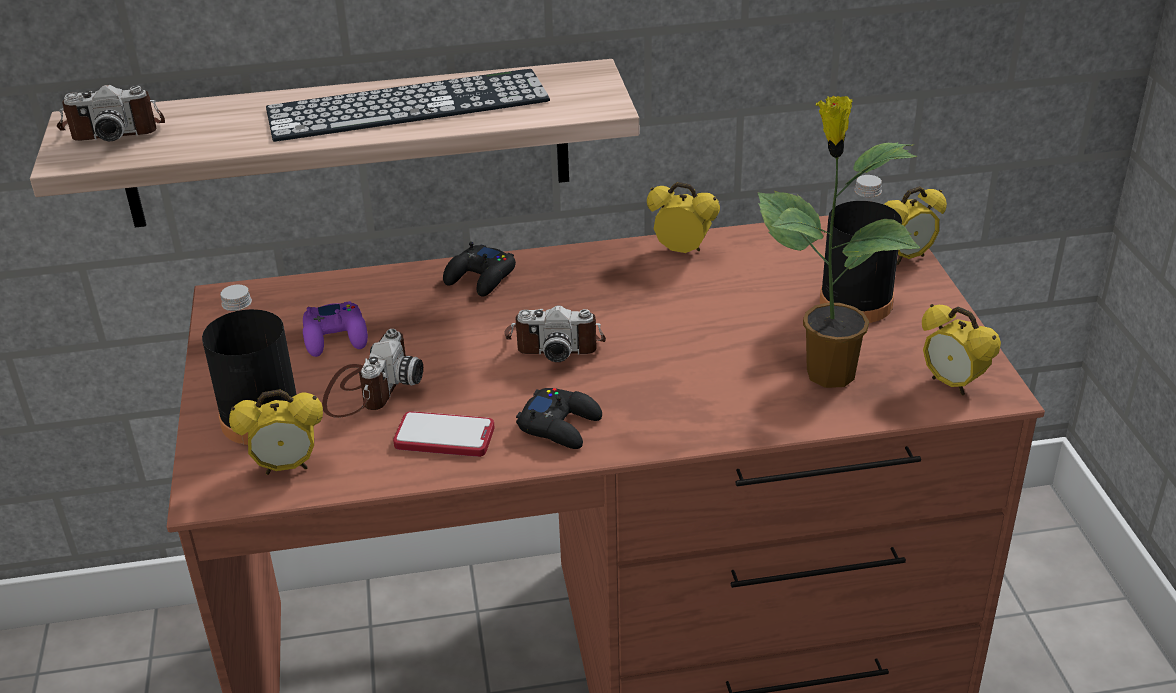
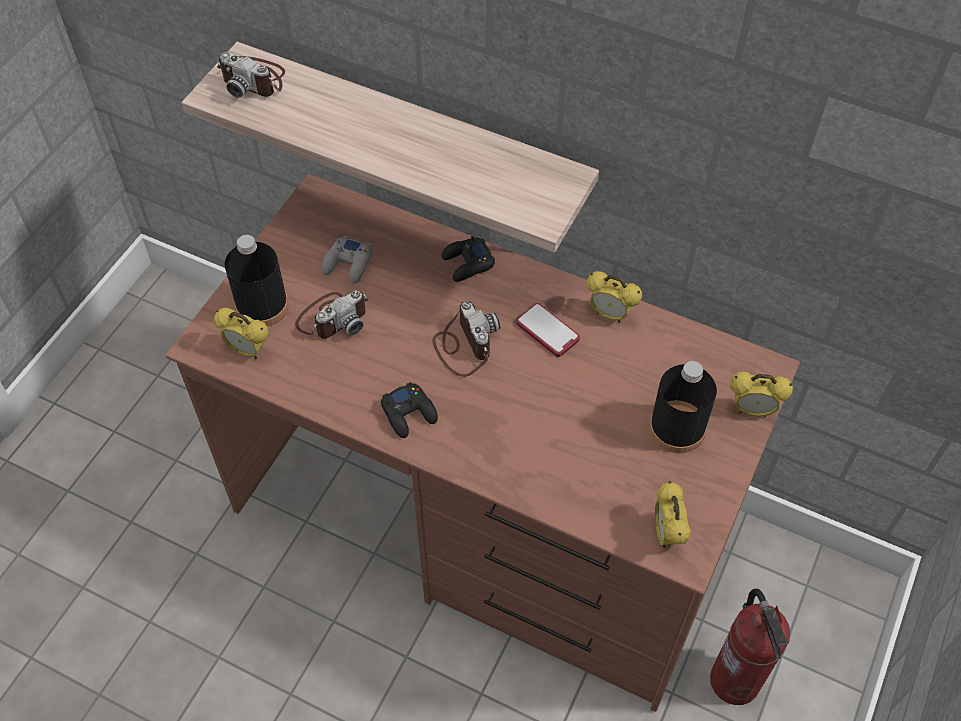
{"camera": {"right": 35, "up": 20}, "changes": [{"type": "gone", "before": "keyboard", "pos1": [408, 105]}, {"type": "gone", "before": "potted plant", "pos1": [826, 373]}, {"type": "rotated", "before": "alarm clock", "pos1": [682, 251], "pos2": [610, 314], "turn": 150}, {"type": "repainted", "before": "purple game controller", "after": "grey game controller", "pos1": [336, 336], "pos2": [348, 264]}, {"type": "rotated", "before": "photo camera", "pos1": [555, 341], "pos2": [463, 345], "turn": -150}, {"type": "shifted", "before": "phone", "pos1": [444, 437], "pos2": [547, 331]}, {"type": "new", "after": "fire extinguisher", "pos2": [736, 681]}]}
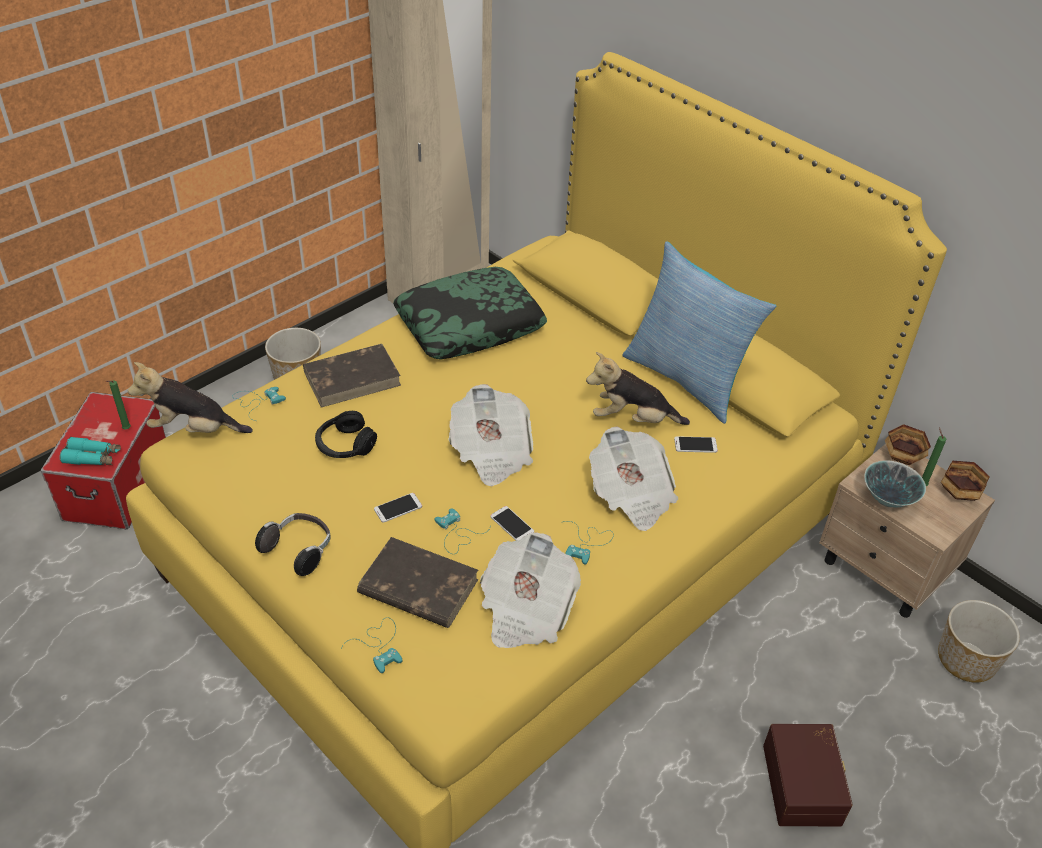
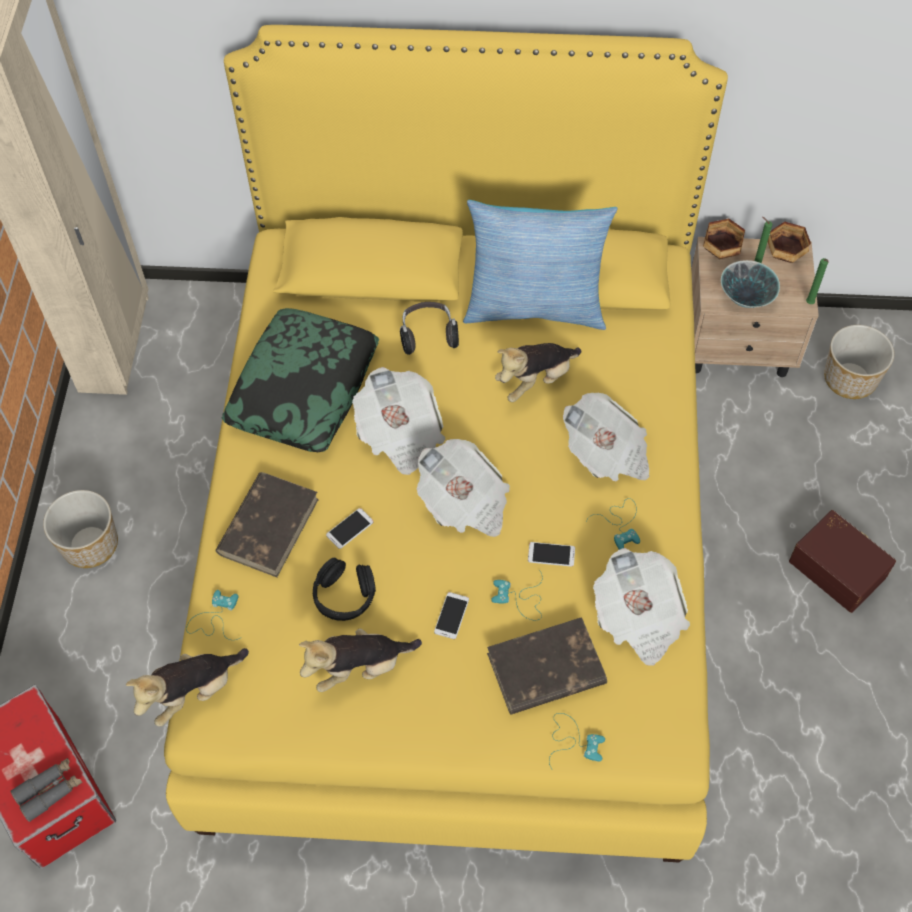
{"camera": {"right": -40, "up": 15}, "changes": [{"type": "shifted", "before": "green candle", "pos1": [125, 429], "pos2": [810, 304]}, {"type": "shifted", "before": "phone", "pos1": [695, 445], "pos2": [349, 528]}, {"type": "repainted", "before": "turquoise binoculars", "after": "grey binoculars", "pos1": [92, 457], "pos2": [49, 791]}, {"type": "shifted", "before": "headphones", "pos1": [299, 550], "pos2": [428, 335]}, {"type": "new", "after": "newspaper", "pos2": [400, 434]}, {"type": "new", "after": "plush toy", "pos2": [359, 668]}]}
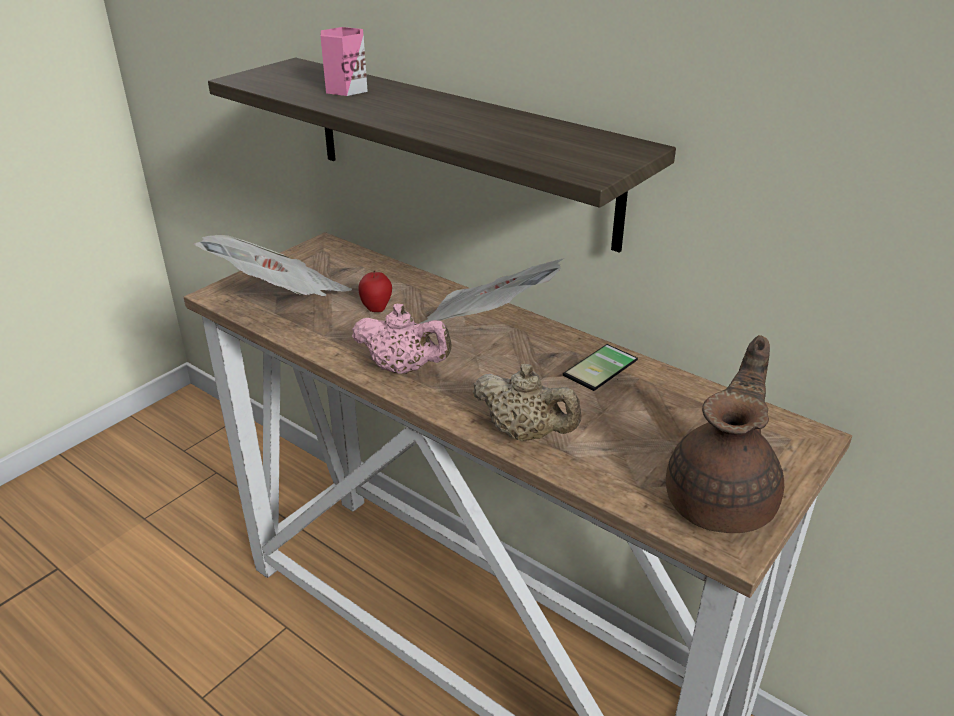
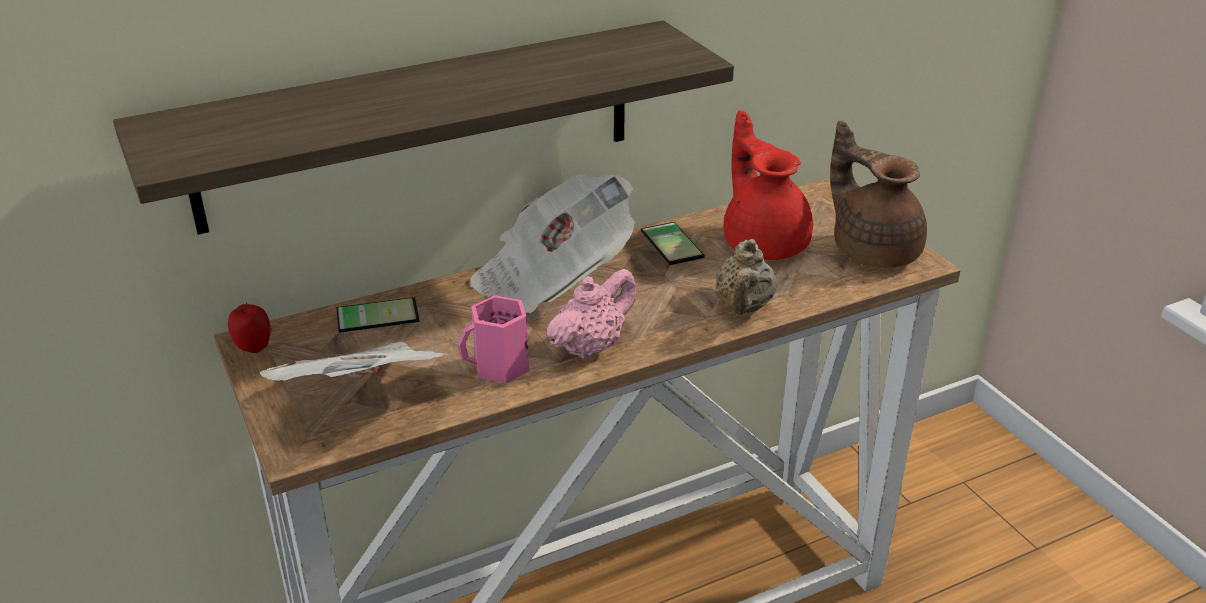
{"camera": {"right": -65, "up": 0}, "changes": [{"type": "shifted", "before": "pink mug", "pos1": [344, 88], "pos2": [499, 367]}, {"type": "shifted", "before": "apple", "pos1": [376, 308], "pos2": [253, 348]}, {"type": "rotated", "before": "beige teapot", "pos1": [525, 434], "pos2": [743, 307], "turn": 135}, {"type": "new", "after": "red teapot", "pos2": [764, 242]}, {"type": "new", "after": "phone", "pos2": [377, 313]}]}
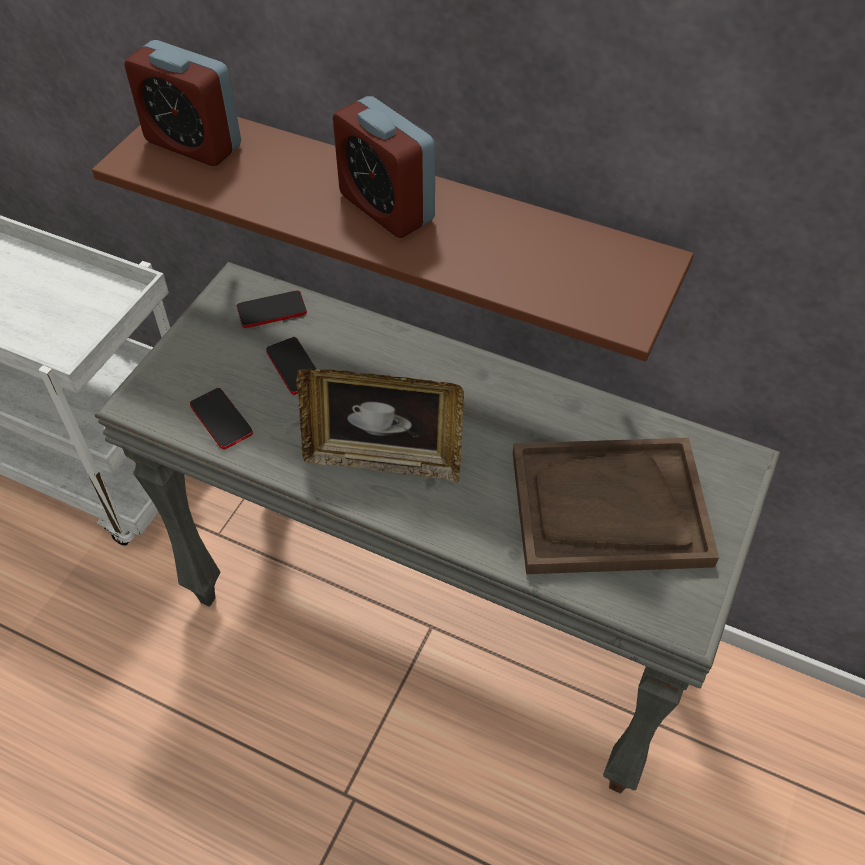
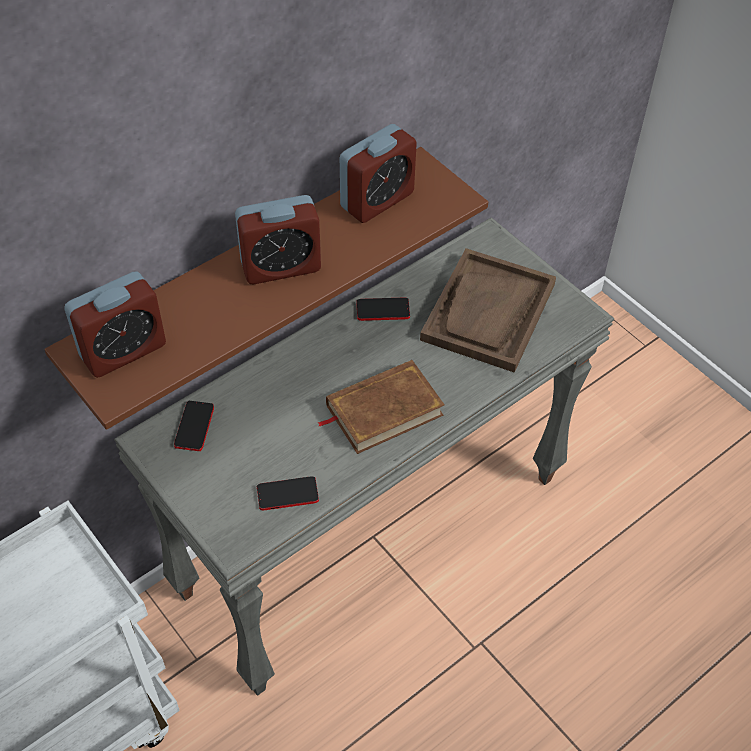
{"camera": {"right": -65, "up": 0}, "changes": [{"type": "shifted", "before": "phone", "pos1": [294, 367], "pos2": [383, 310]}, {"type": "swapped", "before": "picture frame", "after": "brown book", "pos1": [383, 459], "pos2": [383, 410]}, {"type": "new", "after": "alarm clock", "pos2": [377, 200]}]}
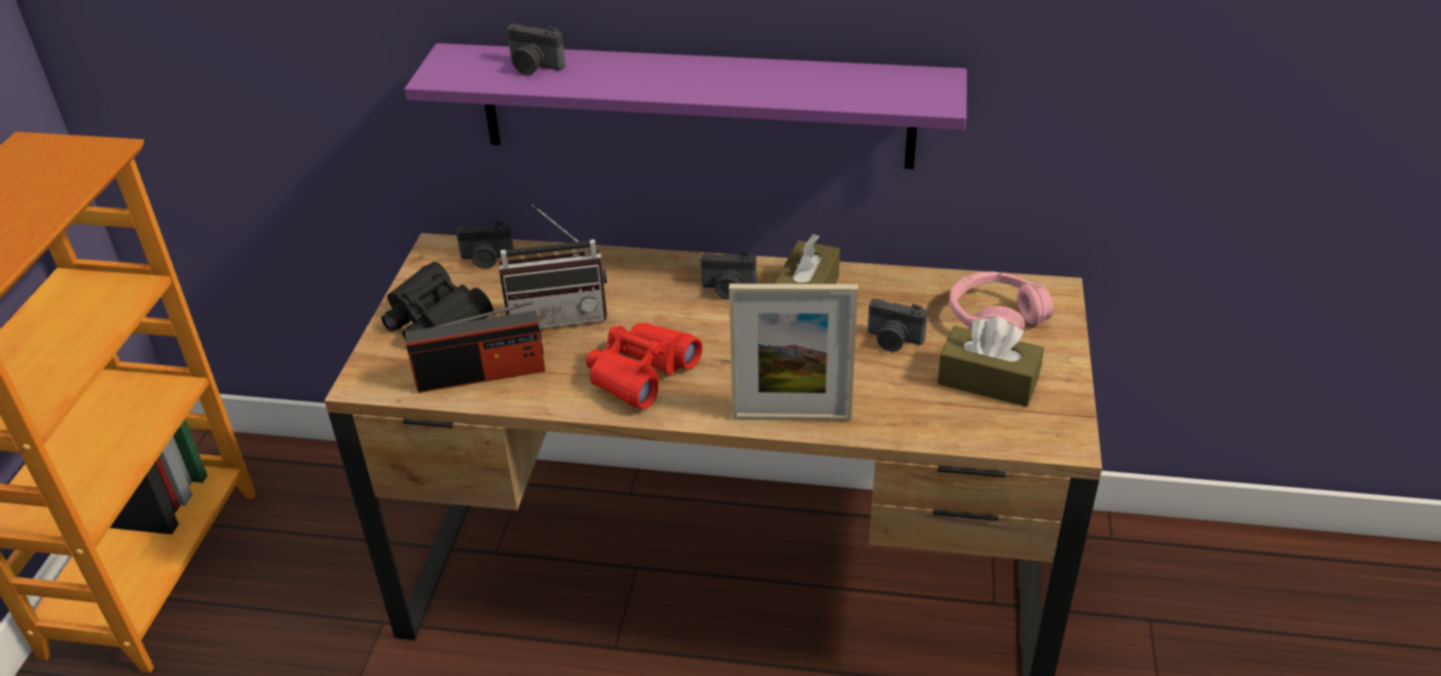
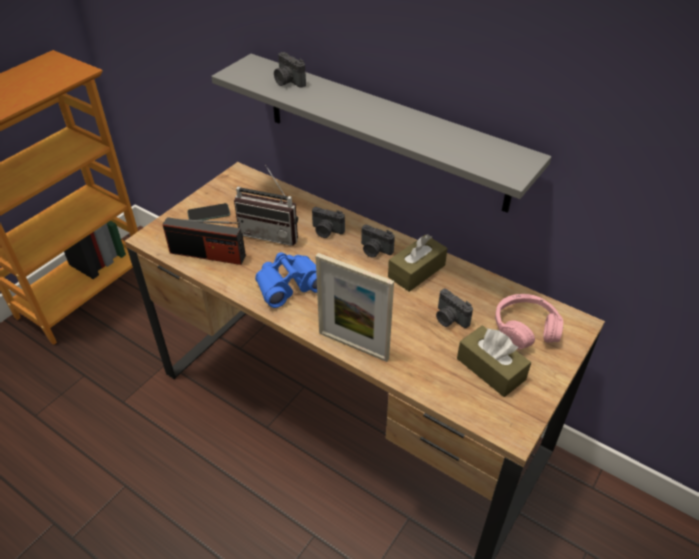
{"camera": {"right": 25, "up": 5}, "changes": [{"type": "repainted", "before": "purple shelf", "after": "grey shelf", "pos1": [696, 106], "pos2": [383, 131]}, {"type": "shifted", "before": "photo camera", "pos1": [486, 259], "pos2": [326, 231]}, {"type": "swapped", "before": "black binoculars", "after": "phone", "pos1": [435, 318], "pos2": [209, 213]}, {"type": "repainted", "before": "red binoculars", "after": "blue binoculars", "pos1": [640, 373], "pos2": [289, 285]}]}
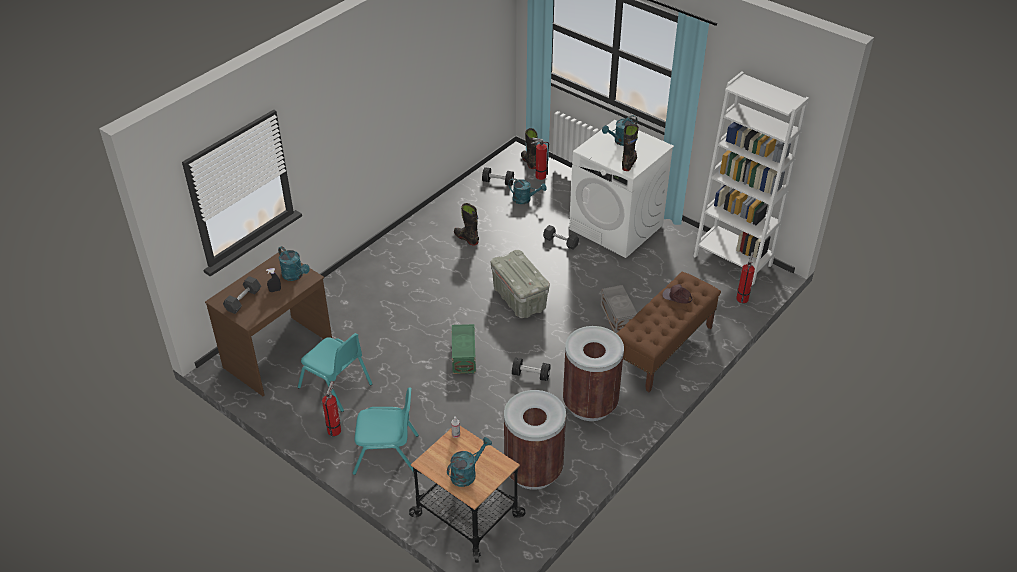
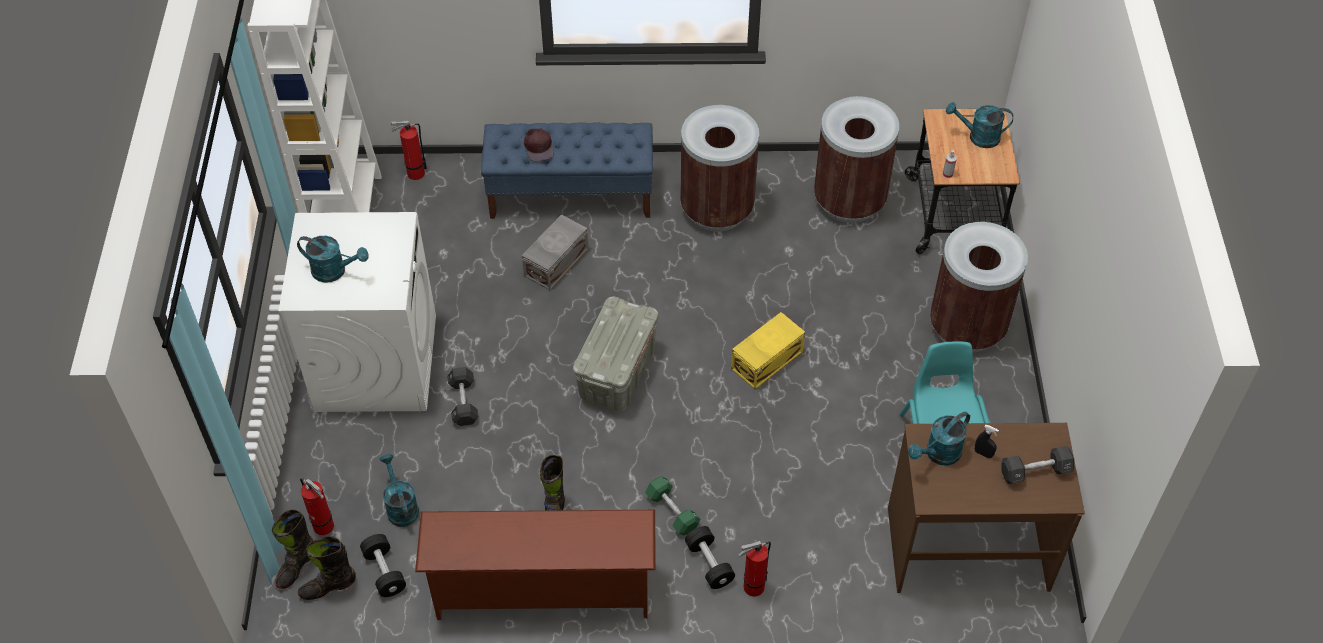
{"camera": {"right": -130, "up": 10}, "changes": [{"type": "shifted", "before": "black boot", "pos1": [629, 163], "pos2": [328, 587]}, {"type": "rotated", "before": "turquoise watering can", "pos1": [295, 276], "pos2": [938, 455], "turn": -135}, {"type": "repainted", "before": "brown bench", "after": "blue bench", "pos1": [663, 349], "pos2": [571, 196]}, {"type": "repainted", "before": "green storage box", "after": "yellow storage box", "pos1": [464, 356], "pos2": [765, 360]}, {"type": "shifted", "before": "black dumbbell", "pos1": [531, 375], "pos2": [709, 564]}, {"type": "shifted", "before": "fire extinguisher", "pos1": [335, 429], "pos2": [751, 588]}, {"type": "swapped", "before": "turquoise chair", "after": "brown trash can", "pos1": [386, 454], "pos2": [967, 327]}, {"type": "new", "after": "green dumbbell", "pos2": [672, 511]}, {"type": "new", "after": "brown shoe rack", "pos2": [542, 592]}]}
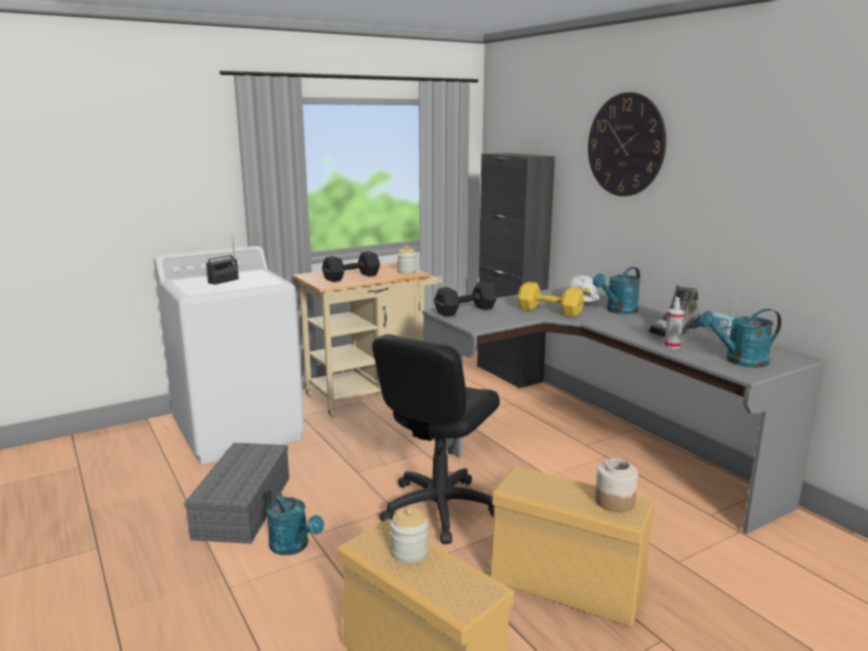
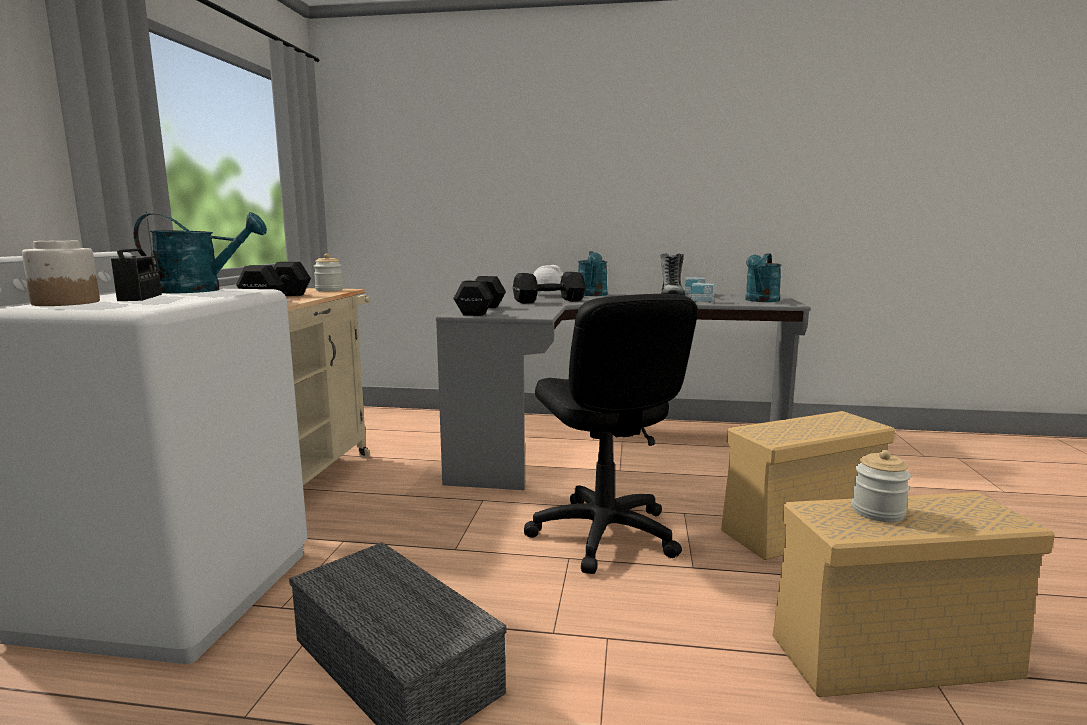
{"camera": {"right": -50, "up": -5}, "changes": [{"type": "gone", "before": "wall clock", "pos1": [625, 145]}, {"type": "gone", "before": "black cabinet", "pos1": [509, 374]}, {"type": "repainted", "before": "yellow dumbbell", "after": "black dumbbell", "pos1": [548, 311], "pos2": [547, 301]}, {"type": "swapped", "before": "spray bottle", "after": "radio", "pos1": [672, 346], "pos2": [702, 302]}, {"type": "shifted", "before": "jar", "pos1": [614, 501], "pos2": [65, 303]}, {"type": "shifted", "before": "turquoise watering can", "pos1": [293, 547], "pos2": [201, 290]}]}
